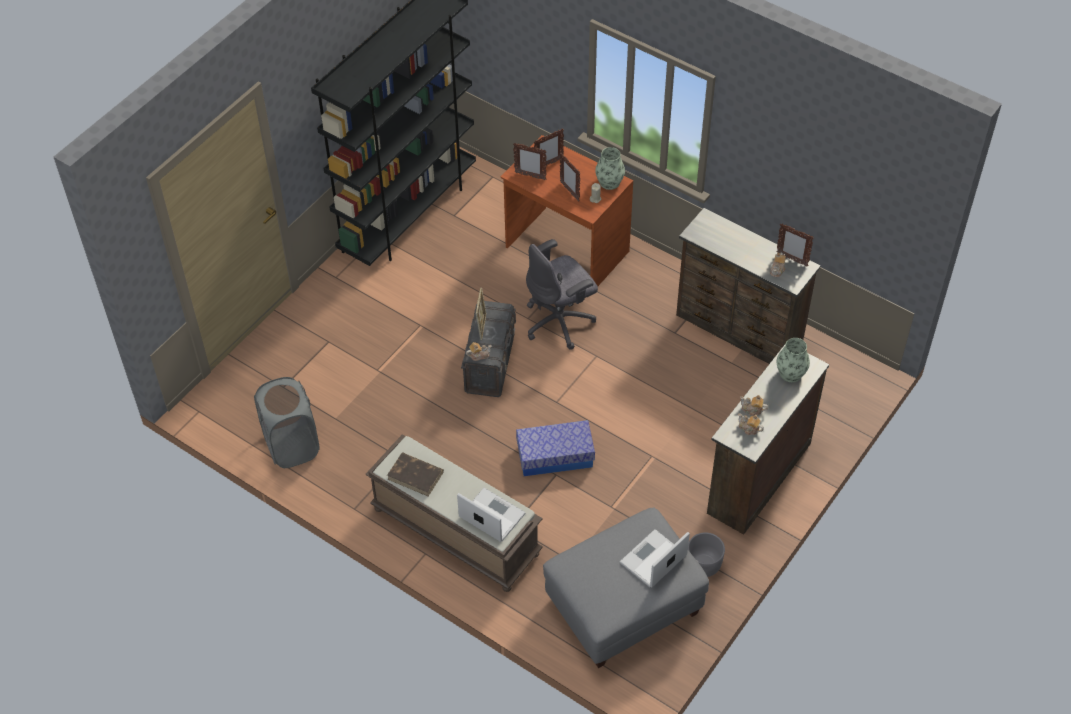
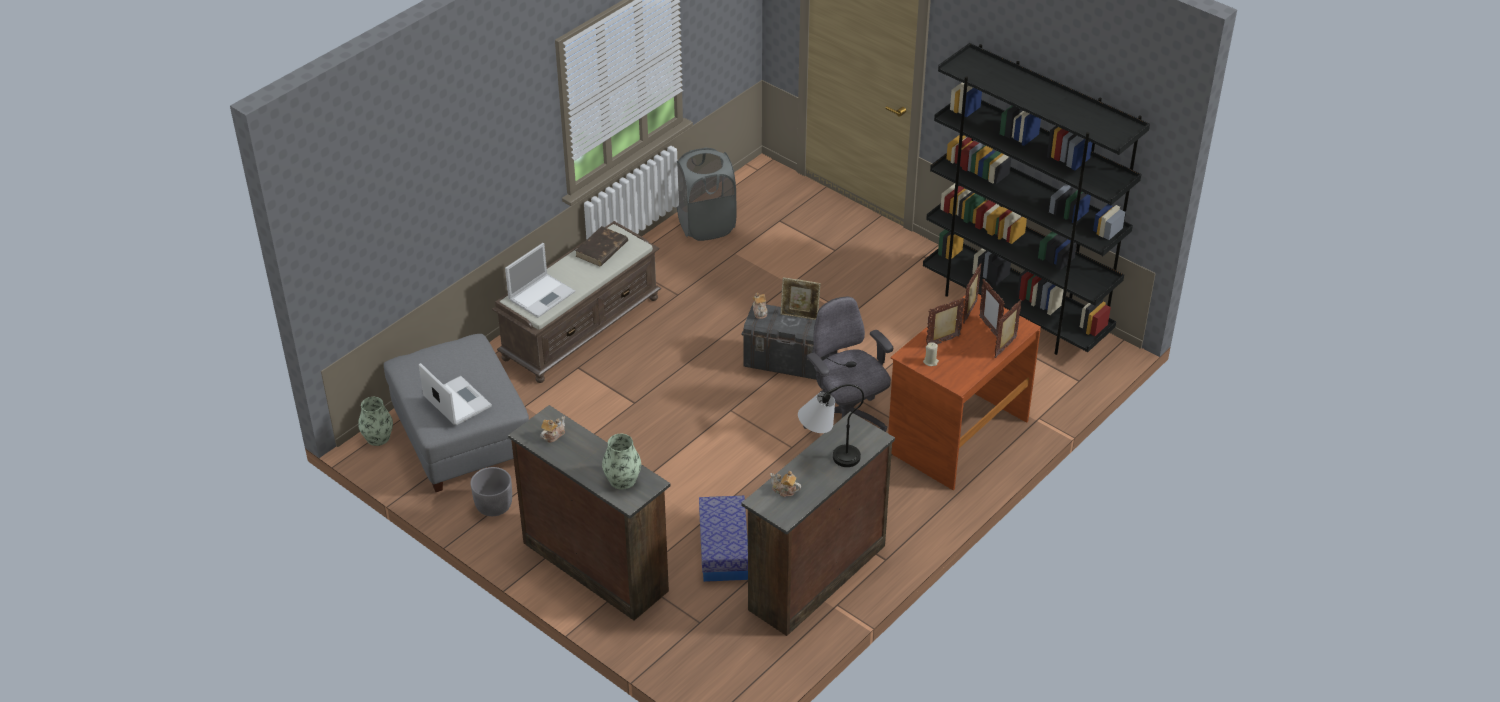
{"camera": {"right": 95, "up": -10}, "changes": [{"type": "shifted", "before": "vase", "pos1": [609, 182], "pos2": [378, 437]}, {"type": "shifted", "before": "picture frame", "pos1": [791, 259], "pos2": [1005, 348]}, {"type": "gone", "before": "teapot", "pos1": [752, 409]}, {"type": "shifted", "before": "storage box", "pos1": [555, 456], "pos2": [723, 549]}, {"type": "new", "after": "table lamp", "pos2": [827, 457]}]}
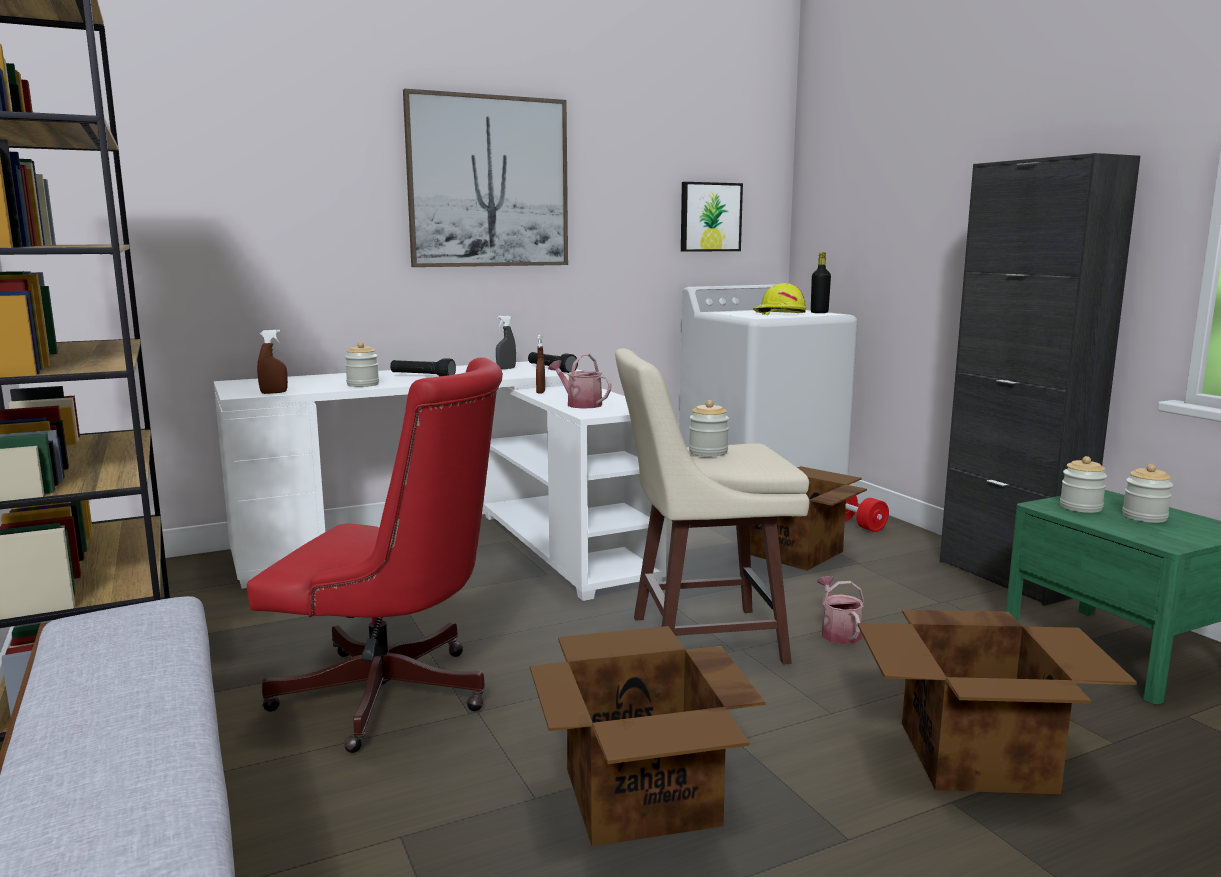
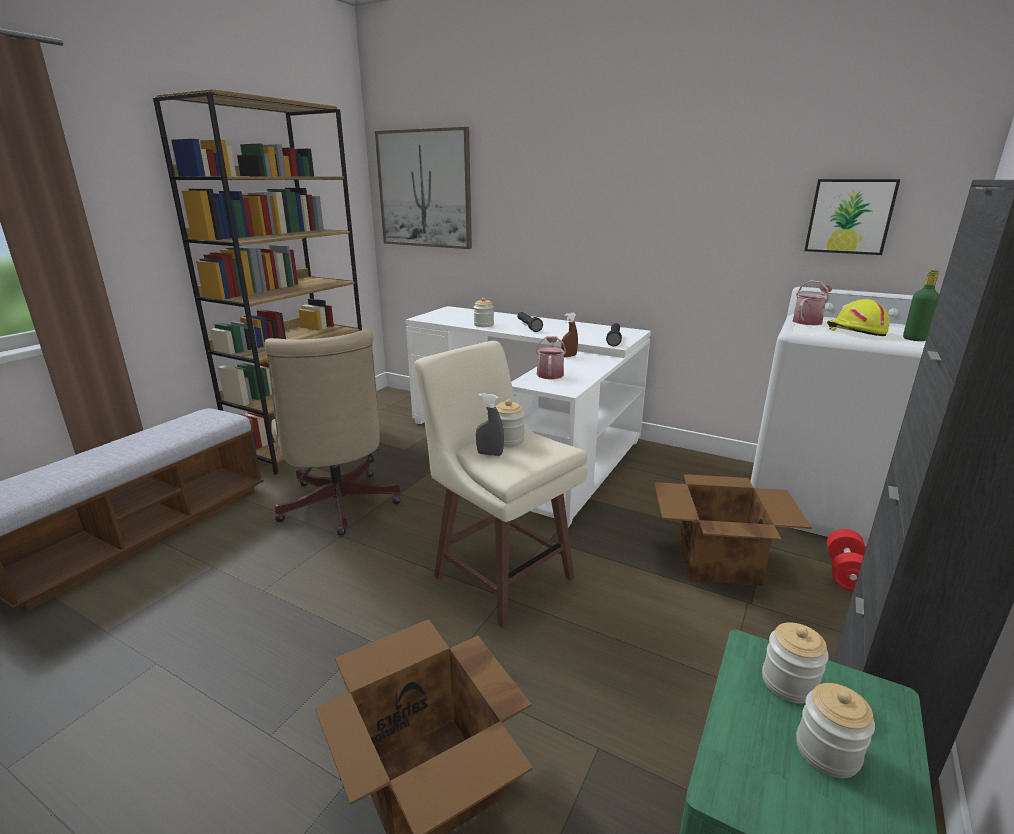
{"camera": {"right": 55, "up": 10}, "changes": [{"type": "shifted", "before": "picture", "pos1": [488, 182], "pos2": [424, 189]}, {"type": "repainted", "before": "black bottle", "after": "green bottle", "pos1": [819, 312], "pos2": [914, 339]}, {"type": "shifted", "before": "grey spray bottle", "pos1": [506, 368], "pos2": [490, 454]}, {"type": "gone", "before": "brown spray bottle", "pos1": [274, 393]}, {"type": "repainted", "before": "red office chair", "after": "beige office chair", "pos1": [395, 697], "pos2": [338, 508]}, {"type": "shifted", "before": "watering can", "pos1": [838, 632], "pos2": [809, 321]}, {"type": "gone", "before": "cardboard box", "pos1": [641, 798]}]}
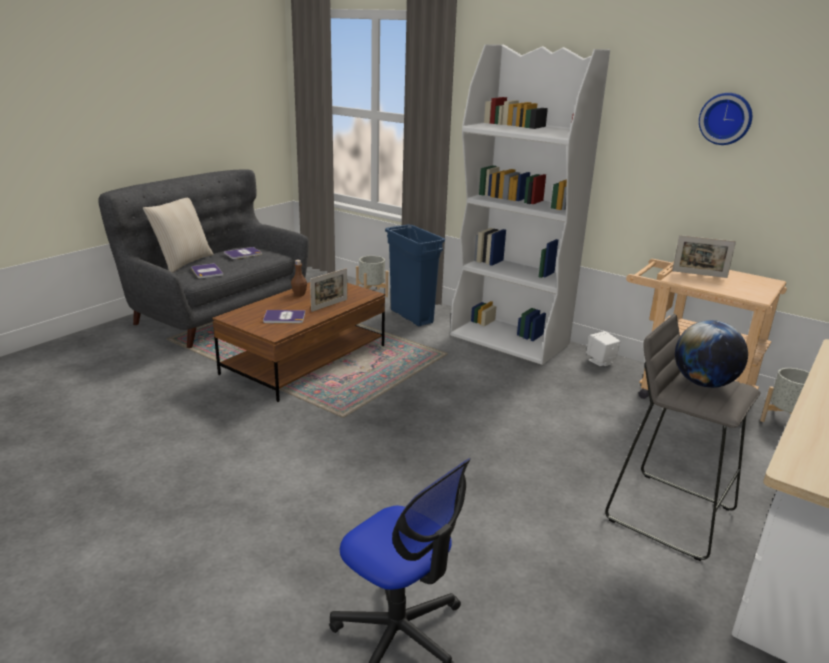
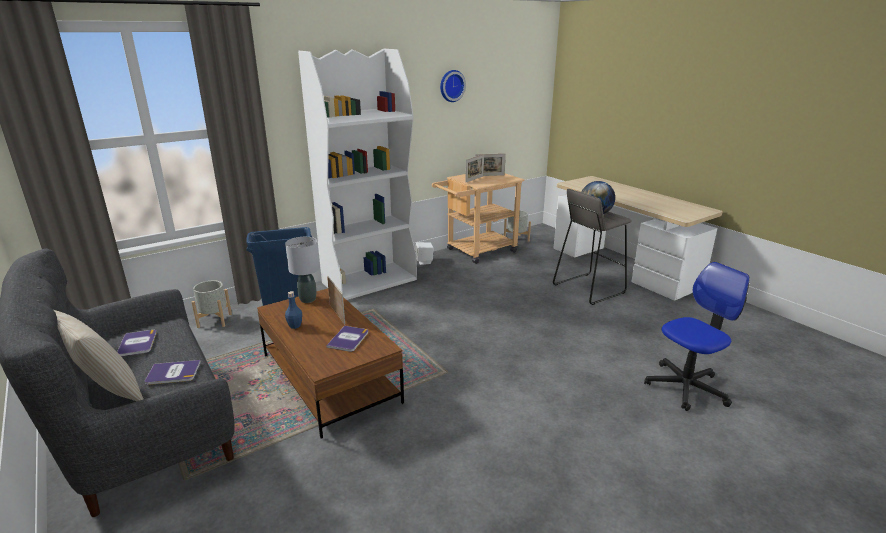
{"camera": {"right": -70, "up": 0}, "changes": [{"type": "repainted", "before": "brown bottle", "after": "blue bottle", "pos1": [299, 294], "pos2": [295, 326]}, {"type": "new", "after": "picture frame", "pos2": [489, 175]}, {"type": "new", "after": "grey table lamp", "pos2": [307, 299]}]}
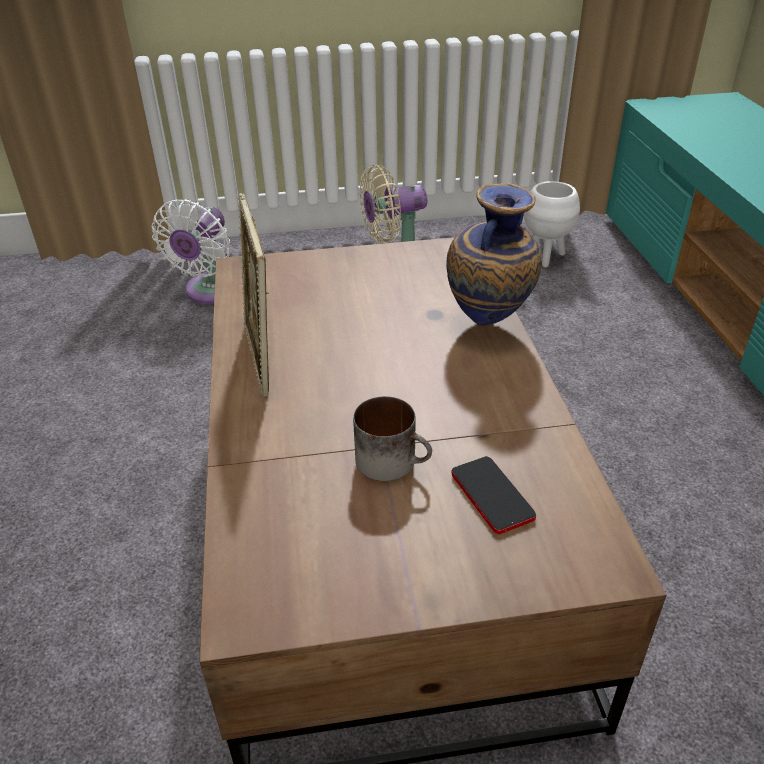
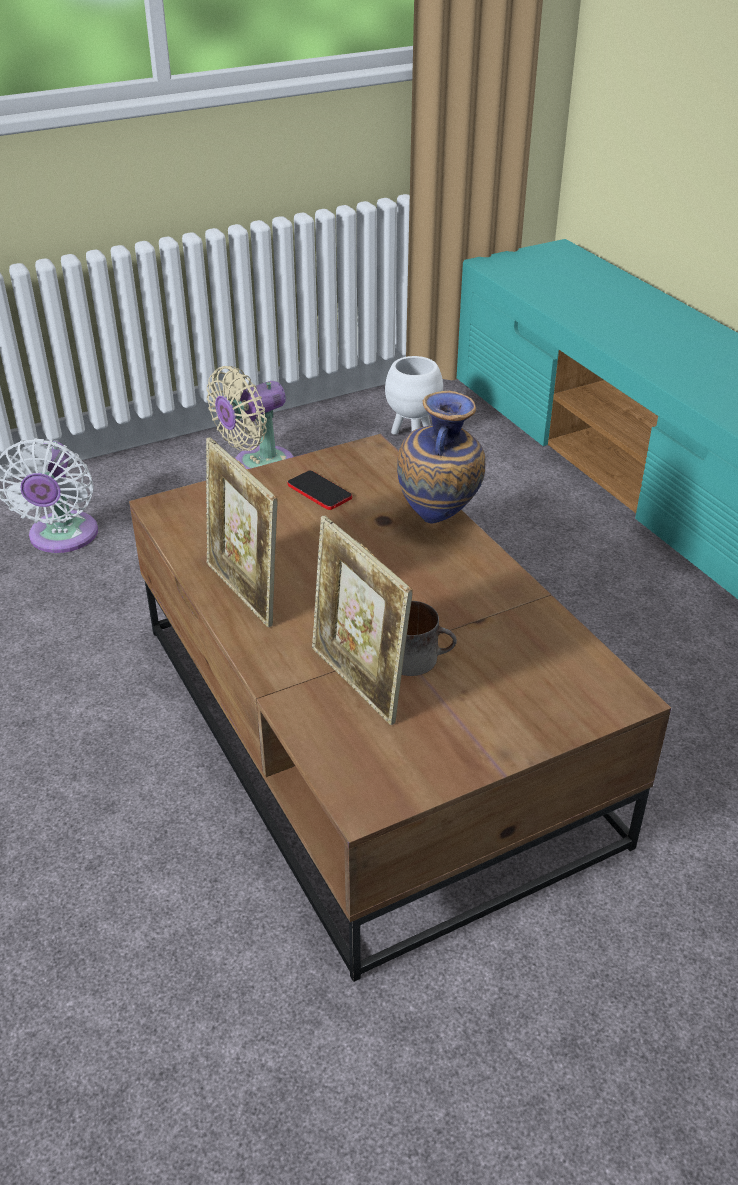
{"camera": {"right": -20, "up": 0}, "changes": [{"type": "shifted", "before": "phone", "pos1": [492, 495], "pos2": [319, 491]}, {"type": "new", "after": "picture frame", "pos2": [358, 683]}]}
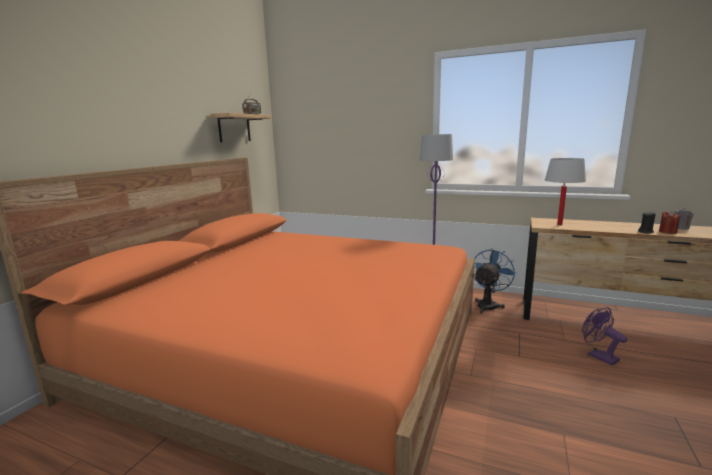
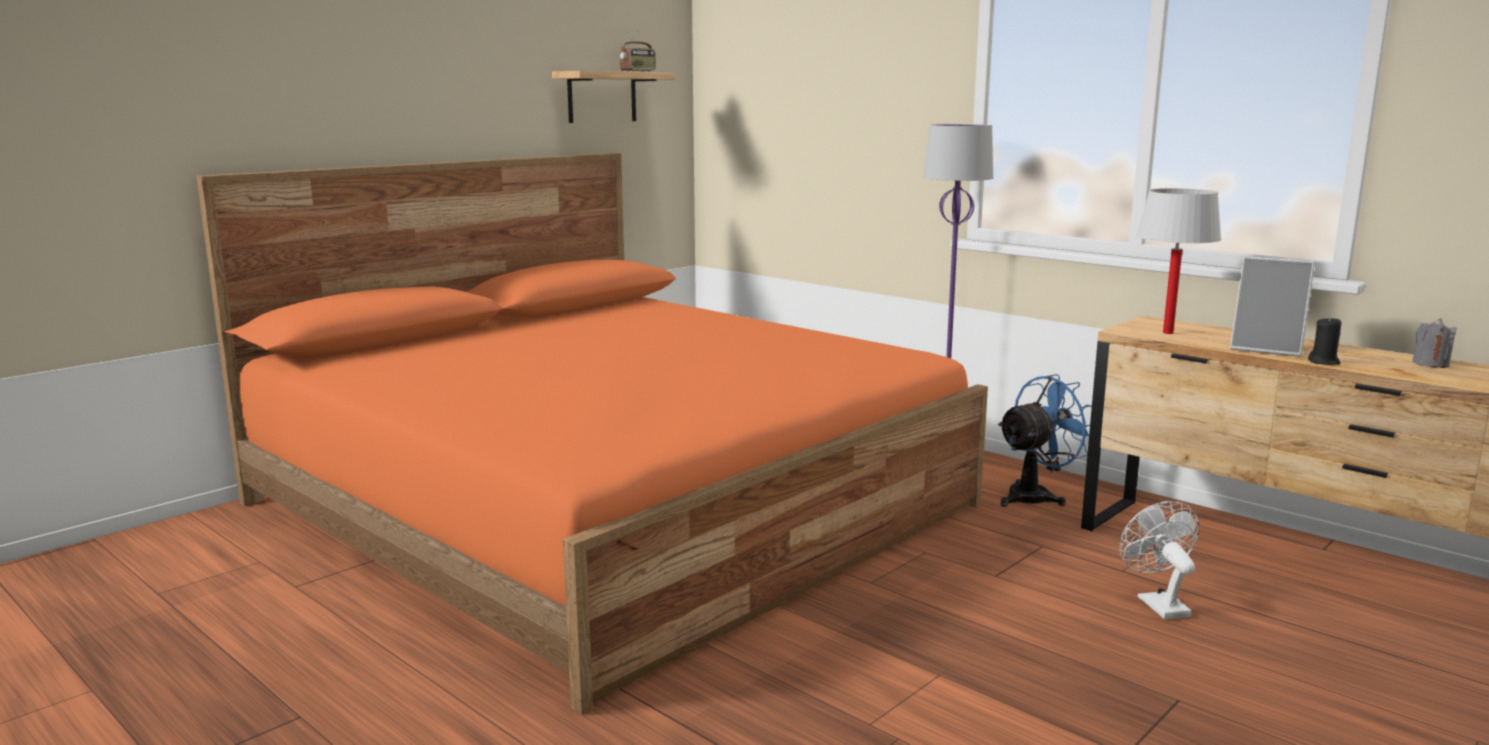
{"camera": {"right": 20, "up": 0}, "changes": [{"type": "gone", "before": "red candle", "pos1": [667, 232]}, {"type": "repainted", "before": "purple fan", "after": "white fan", "pos1": [598, 356], "pos2": [1157, 603]}, {"type": "new", "after": "picture frame", "pos2": [1267, 349]}]}
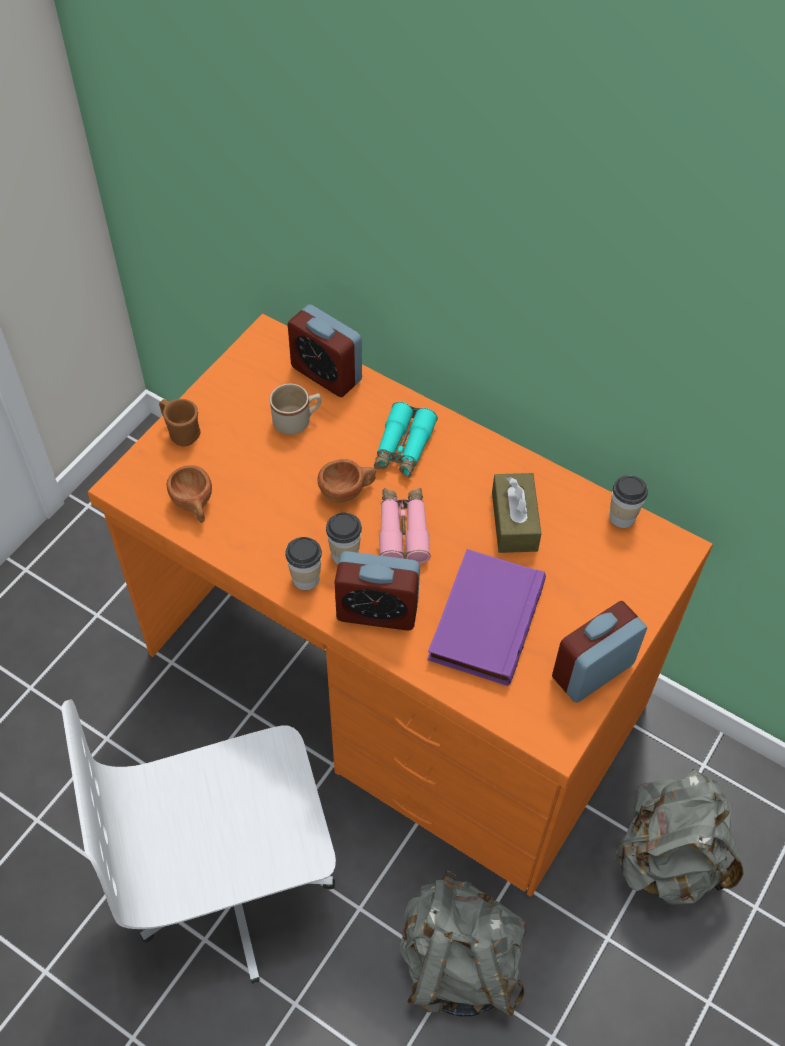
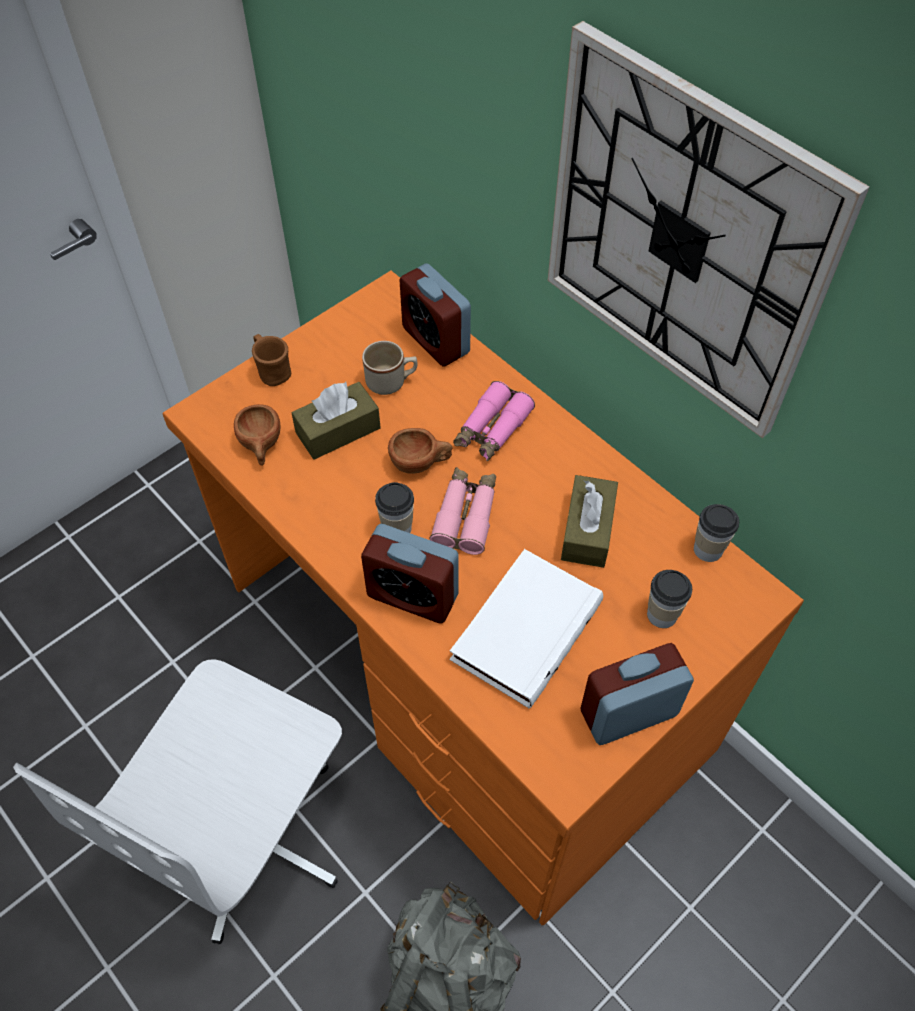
{"camera": {"right": 15, "up": 0}, "changes": [{"type": "repainted", "before": "turquoise binoculars", "after": "pink binoculars", "pos1": [403, 447], "pos2": [492, 429]}, {"type": "shifted", "before": "cup", "pos1": [305, 579], "pos2": [662, 615]}, {"type": "repainted", "before": "purple book", "after": "white book", "pos1": [483, 619], "pos2": [524, 628]}, {"type": "rotated", "before": "white office chair", "pos1": [234, 884], "pos2": [250, 836], "turn": -60}, {"type": "gone", "before": "grey backpack", "pos1": [668, 858]}, {"type": "new", "after": "wall clock", "pos2": [682, 239]}, {"type": "new", "after": "brown tissue box", "pos2": [338, 430]}]}
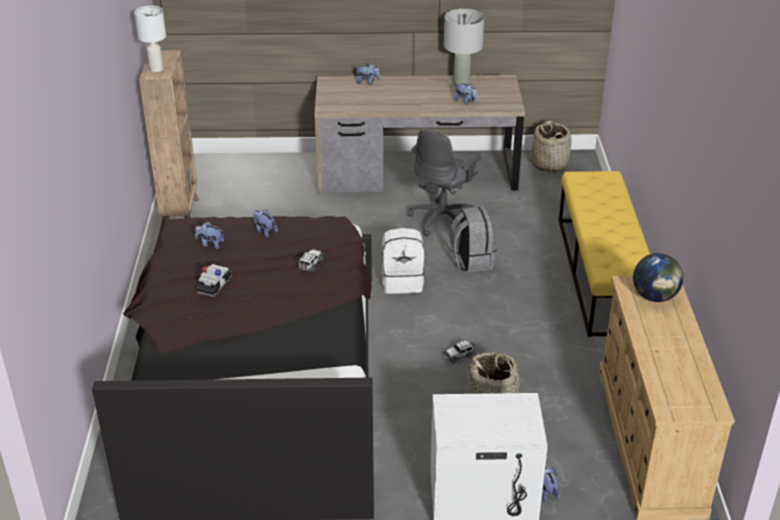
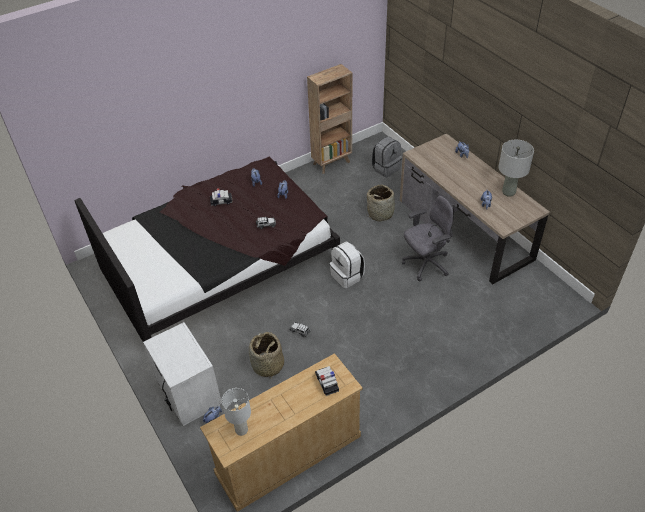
{"camera": {"right": 60, "up": 10}, "changes": [{"type": "shifted", "before": "white table lamp", "pos1": [156, 69], "pos2": [241, 430]}, {"type": "shifted", "before": "basket", "pos1": [549, 164], "pos2": [380, 213]}, {"type": "rotated", "before": "grey office chair", "pos1": [443, 219], "pos2": [425, 264], "turn": 150}, {"type": "gone", "before": "yellow bench", "pos1": [601, 275]}, {"type": "shifted", "before": "grey backpack", "pos1": [471, 260], "pos2": [386, 168]}, {"type": "swapped", "before": "globe", "after": "toy car", "pos1": [654, 297], "pos2": [327, 383]}]}
